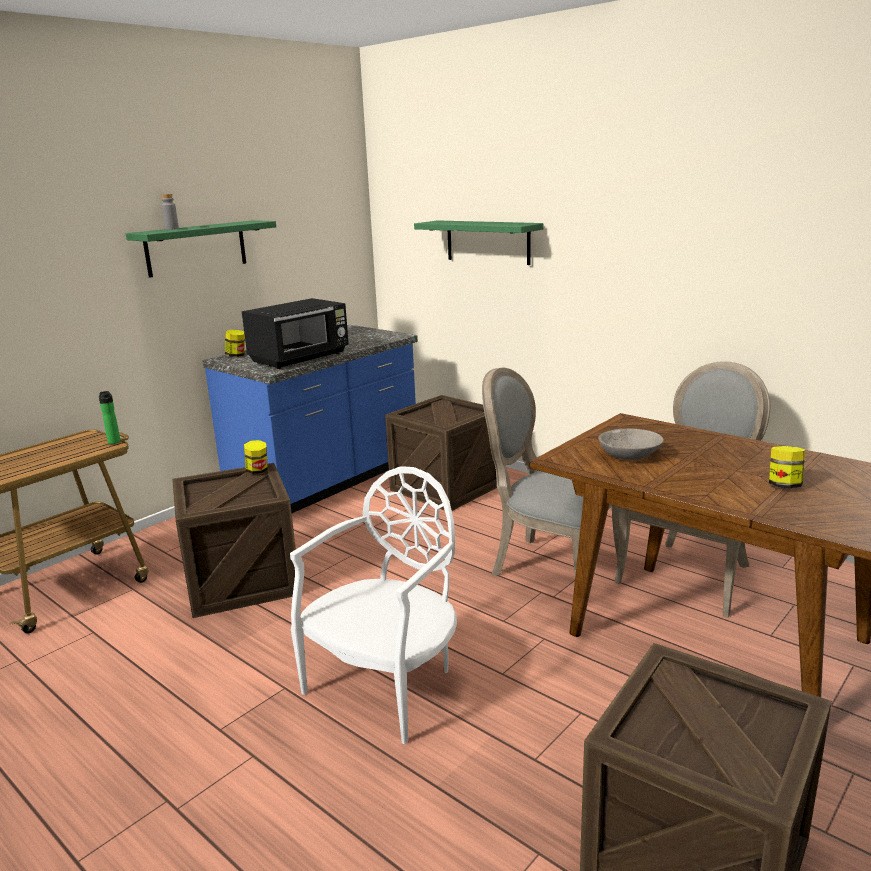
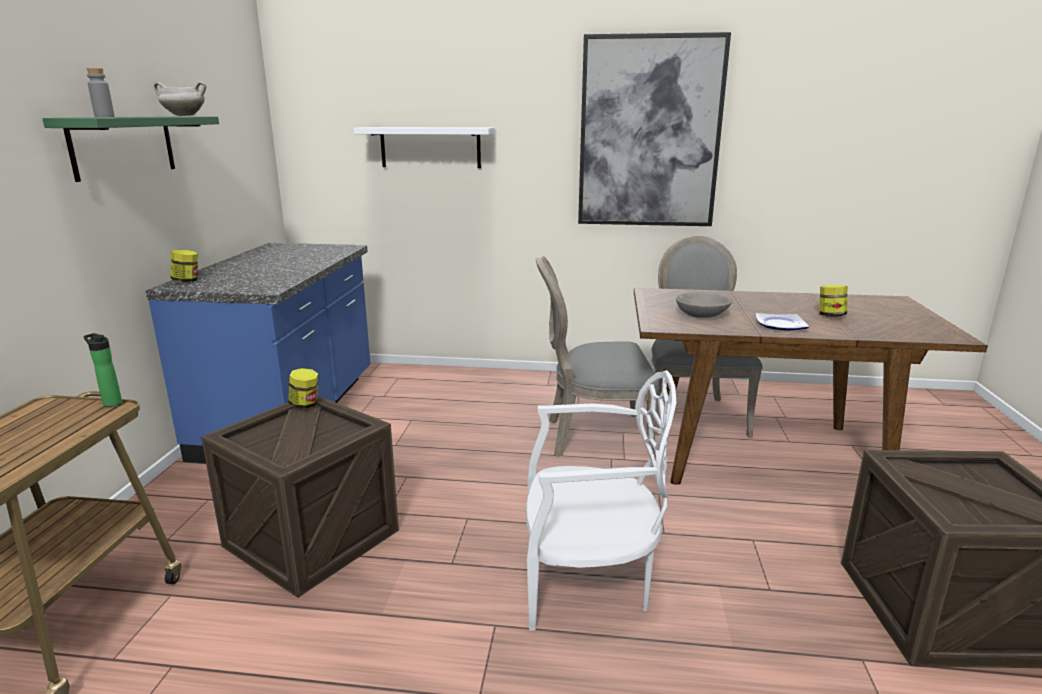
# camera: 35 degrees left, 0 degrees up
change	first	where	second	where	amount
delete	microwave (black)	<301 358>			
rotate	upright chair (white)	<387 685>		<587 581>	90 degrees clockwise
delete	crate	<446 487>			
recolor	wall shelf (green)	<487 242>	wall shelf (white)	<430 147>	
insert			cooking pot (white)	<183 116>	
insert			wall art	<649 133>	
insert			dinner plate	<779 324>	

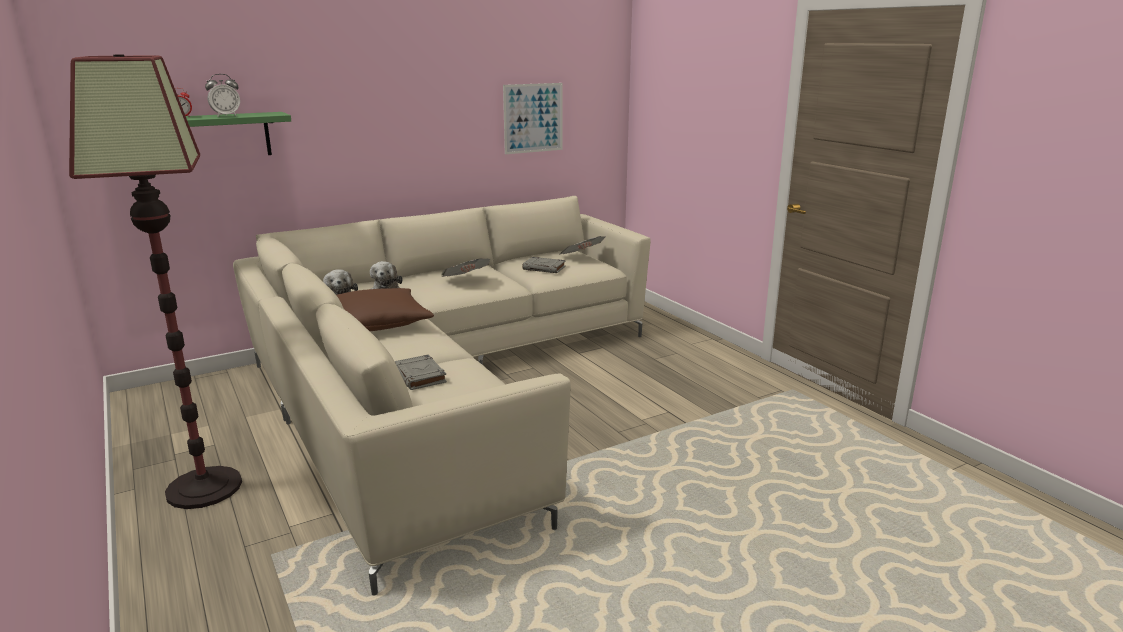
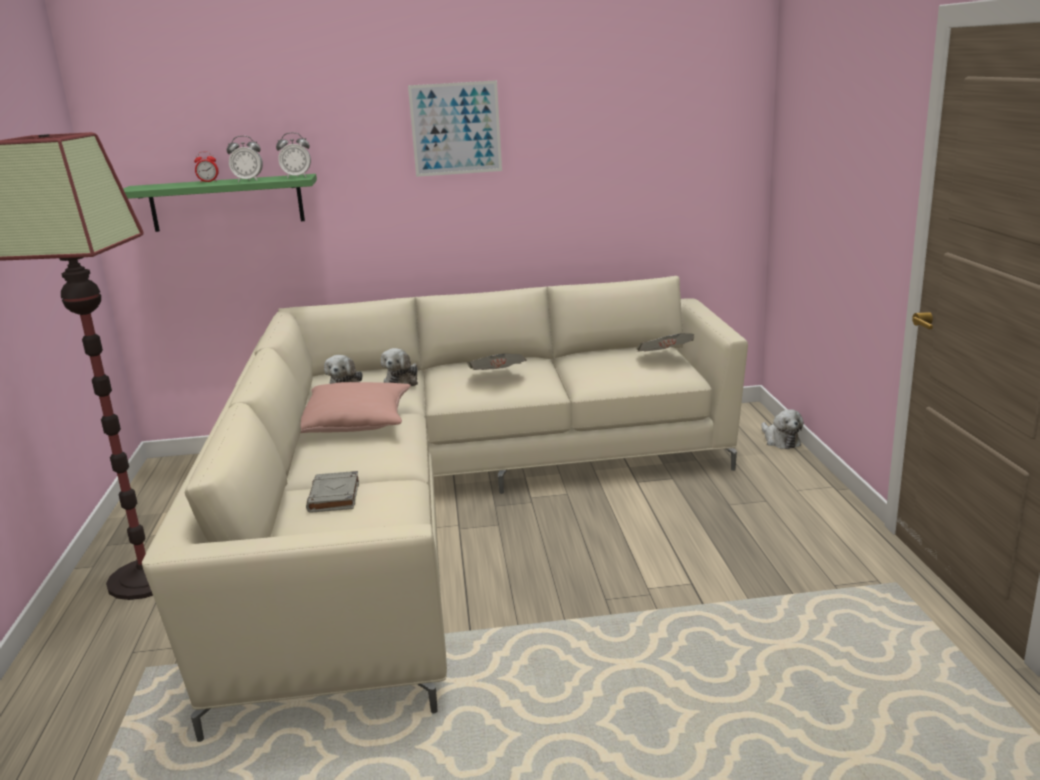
# camera: 25 degrees right, 0 degrees up
change	first	where	second	where	amount
recolor	pillow (brown-coloured)	<378 324>	pillow (pinkish)	<356 423>	
move	wall art	<533 118>		<456 129>	
delete	book (grey)	<544 268>			
insert			alarm clock	<297 177>	
insert			cuddly toy	<780 441>	

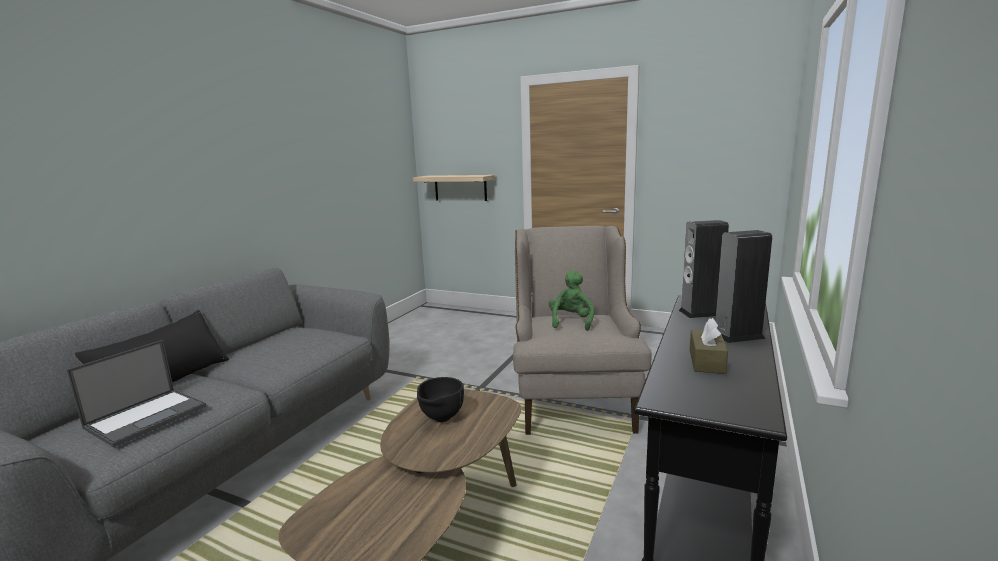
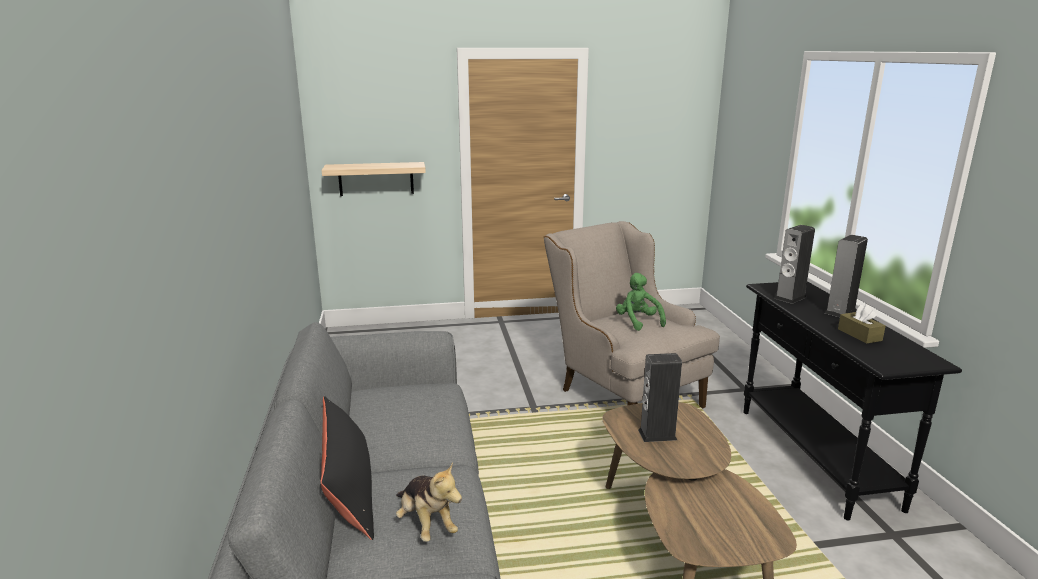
# camera: 35 degrees left, 5 degrees up
change	first	where	second	where	amount
replace	notebook computer	<147 416>	cuddly toy	<426 524>	
replace	serving bowl (black)	<441 419>	audio speaker	<657 434>	

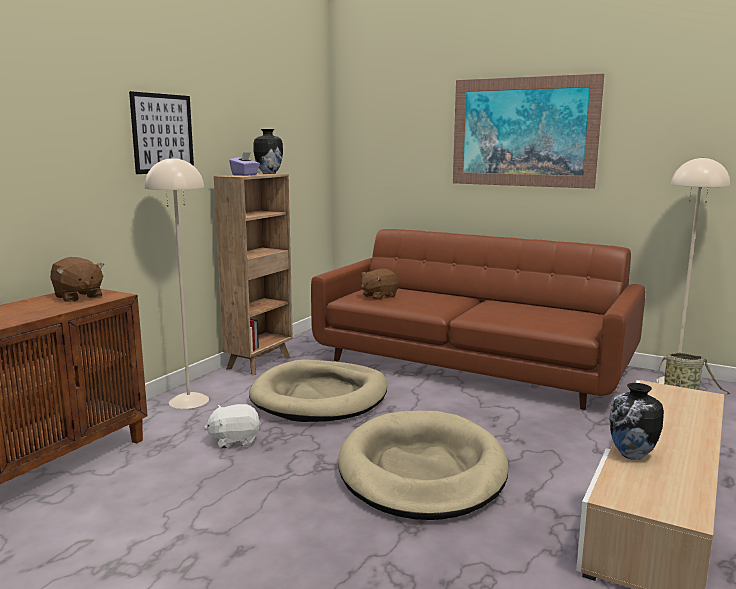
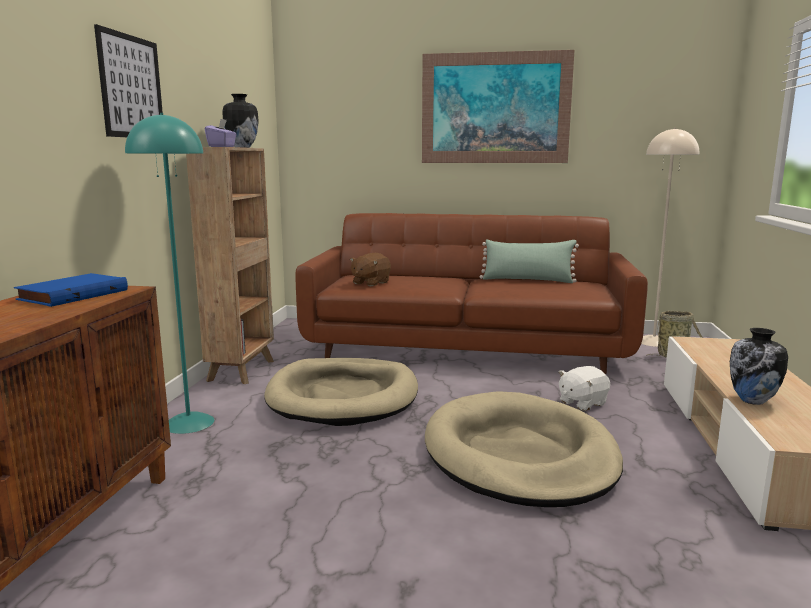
# camera: 20 degrees left, 0 degrees up
change	first	where	second	where	amount
replace	cuddly toy (brown-coloured)	<78 297>	book (blue)	<73 294>	
recolor	standard lamp (beige)	<189 400>	standard lamp (turquoise-coloured)	<189 422>	
move	cuddly toy (white)	<234 440>		<582 403>	
insert			pillow (green)	<527 280>	

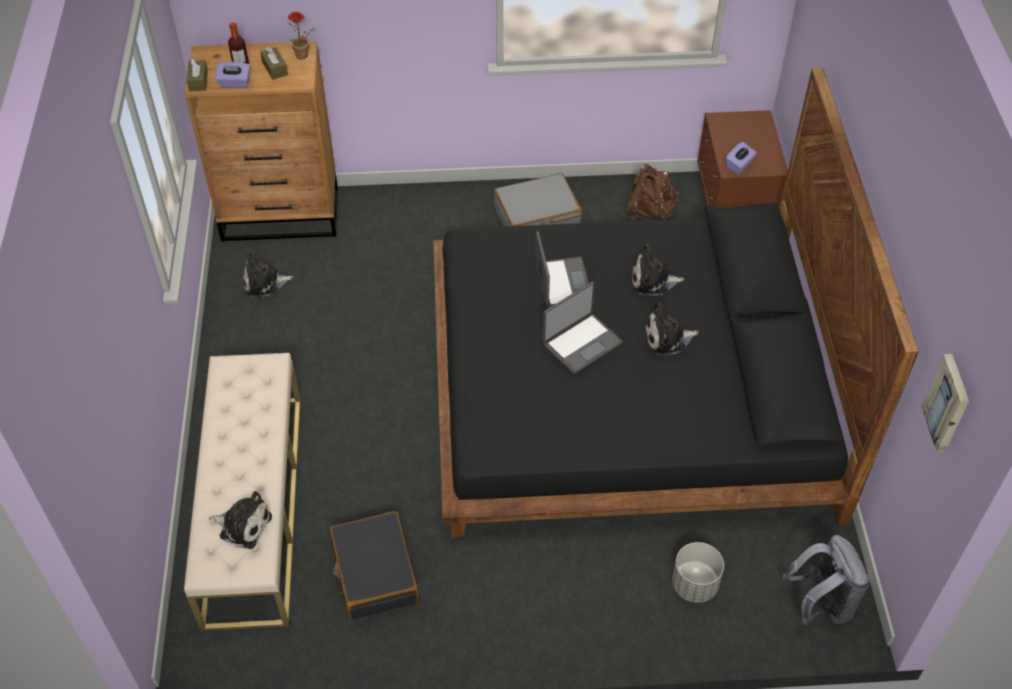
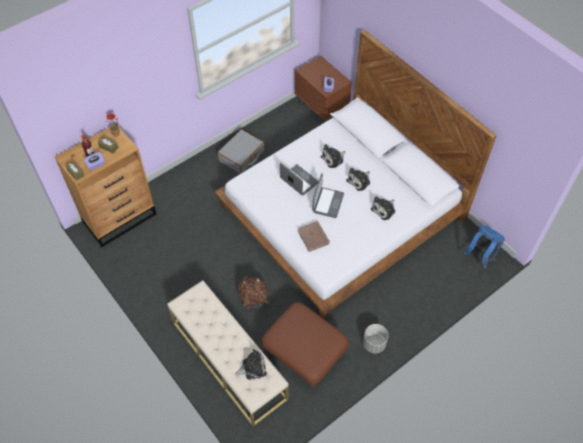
# camera: 35 degrees left, 5 degrees up
change	first	where	second	where	amount
move	cuddly toy	<264 283>		<384 209>	
replace	suitcase (black)	<374 573>	pouffe (brown-coloured)	<305 354>	
recolor	sleeping bed (black)	<626 387>	sleeping bed (white)	<340 212>	
move	backpack (brown-coloured)	<650 214>		<253 298>	
move	planter (grey)	<694 585>		<374 344>	
recolor	backpack (grey)	<820 604>	backpack (blue)	<480 256>	
delete	wall art	<948 403>			
insert			book (brown-coloured)	<313 237>	

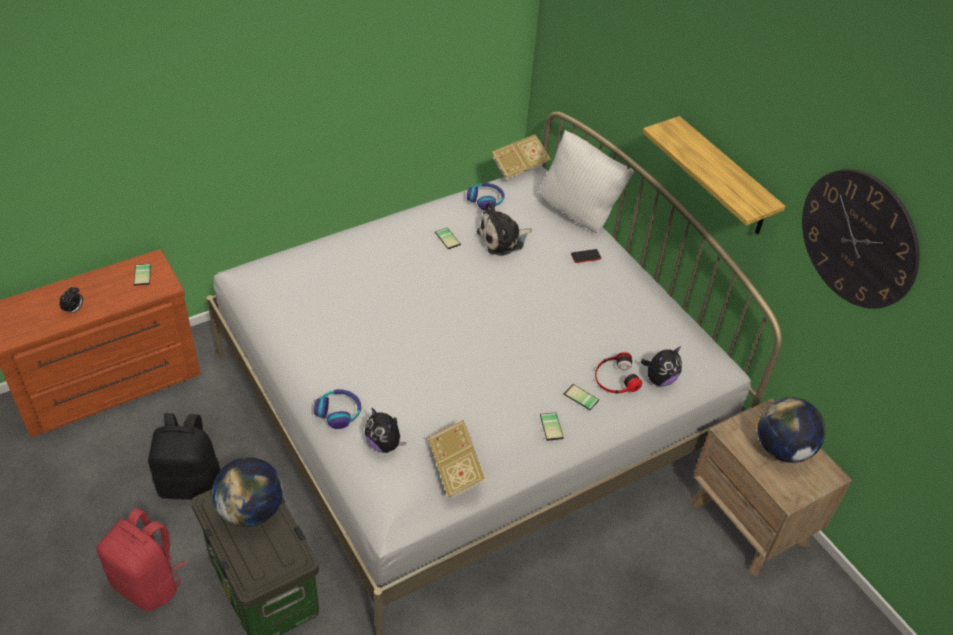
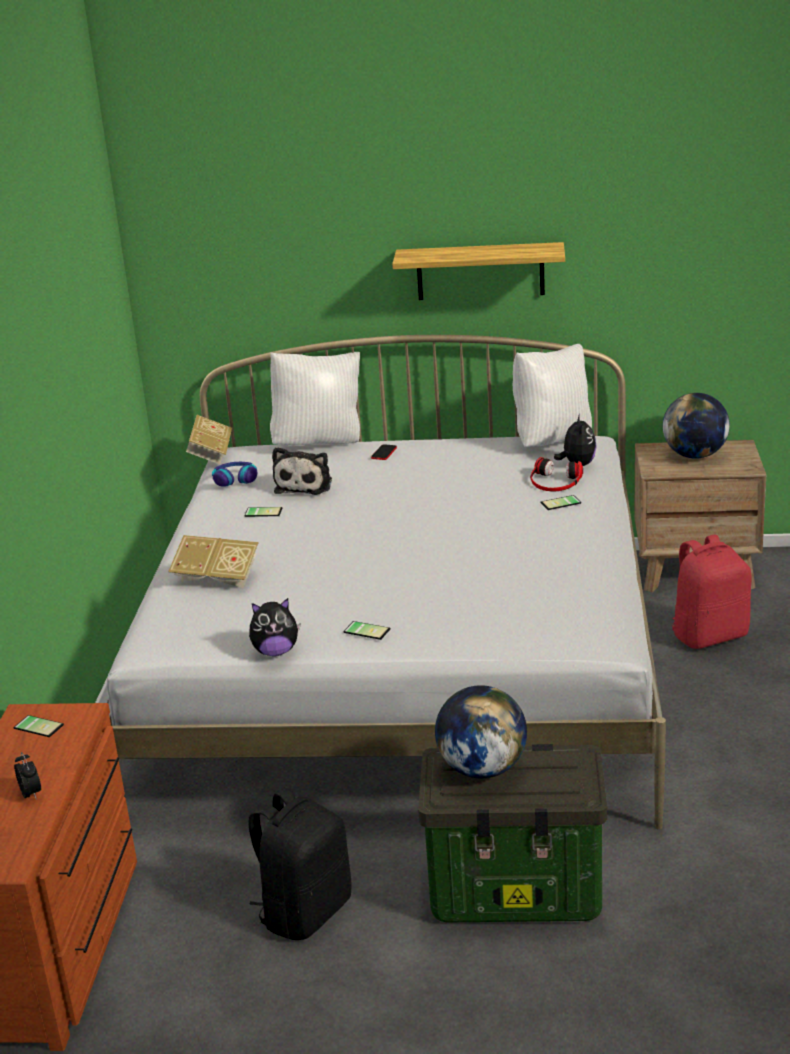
# camera: 50 degrees left, 20 degrees down
change	first	where	second	where	amount
move	backpack (reddish)	<148 583>		<709 635>	
delete	headphones	<339 412>			
move	cuddly toy	<384 444>		<276 651>	
move	book	<457 470>		<217 578>	
move	handset	<553 426>		<368 629>	
delete	wall clock	<859 239>			
insert			pillow (white)	<552 441>	

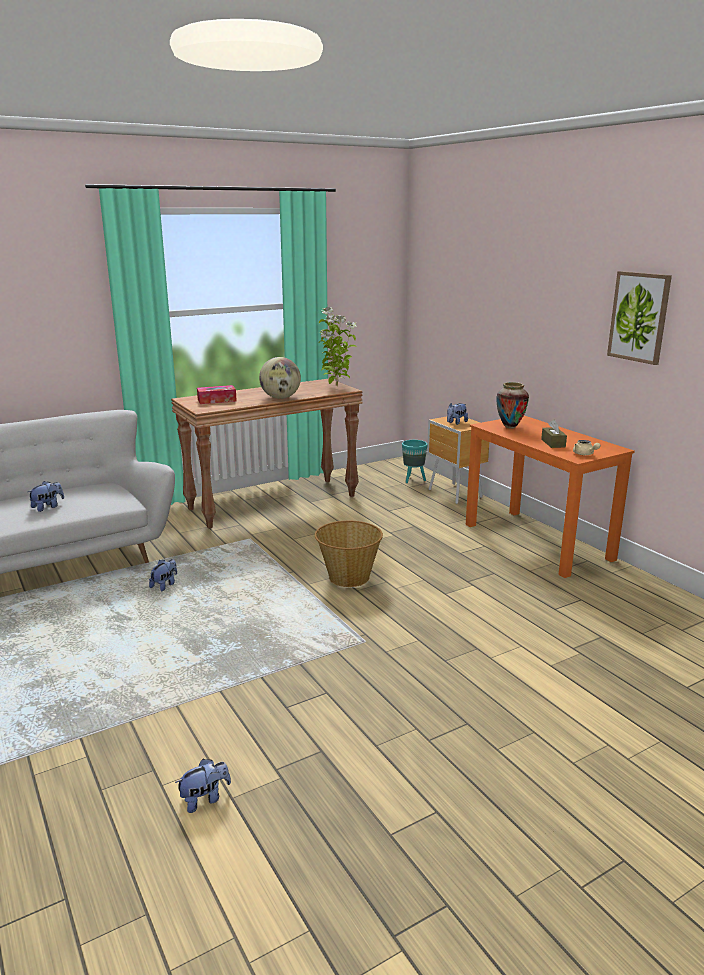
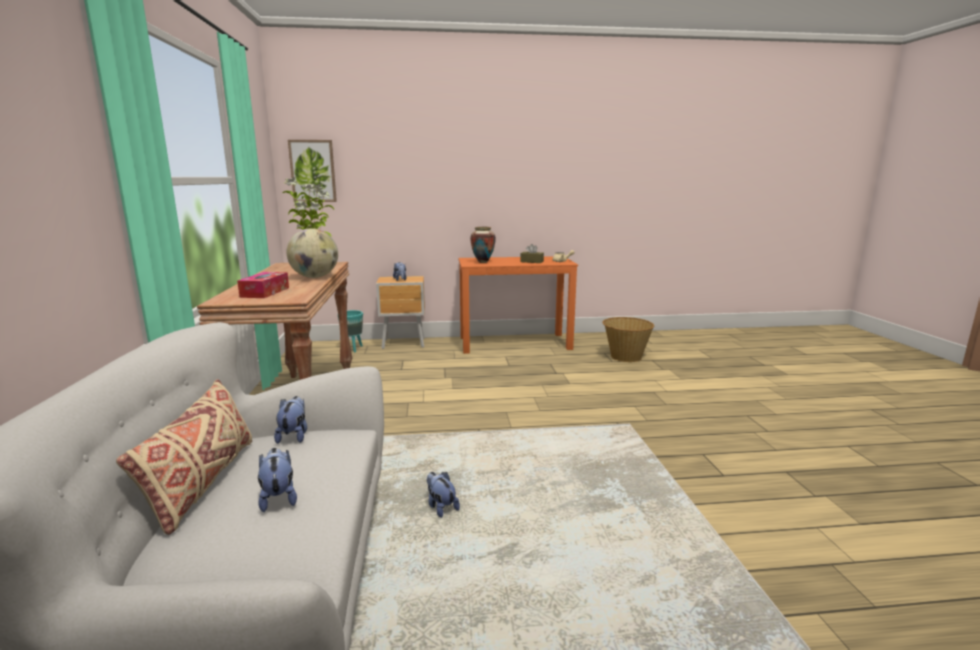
# camera: 65 degrees left, 5 degrees down
change	first	where	second	where	amount
move	cuddly toy	<205 799>		<294 436>	
move	household basket	<348 577>		<625 357>	
move	wall art	<639 317>		<313 171>	
insert			pillow (beige)	<203 483>	

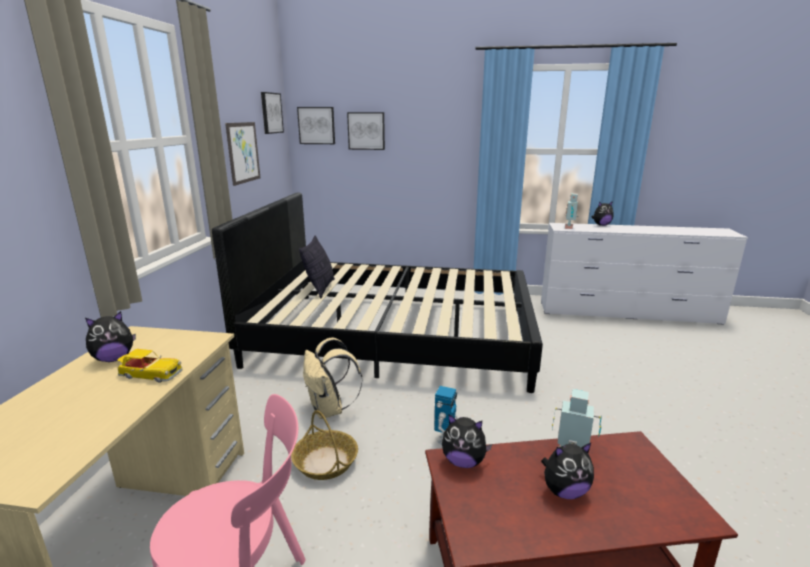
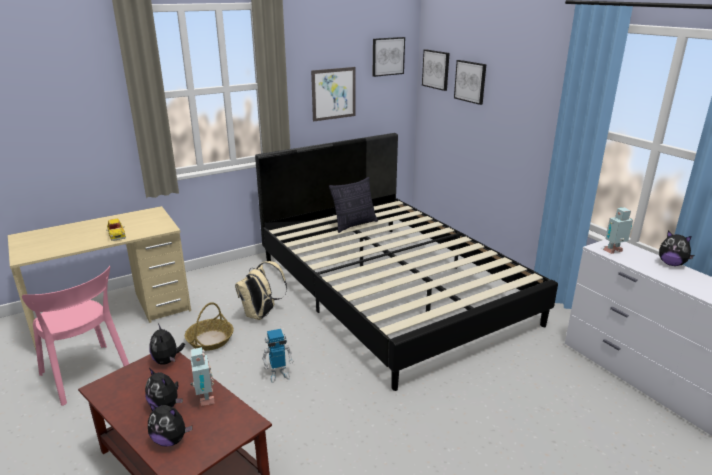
# camera: 50 degrees right, 5 degrees up
change	first	where	second	where	amount
move	cuddly toy	<114 358>		<170 440>	

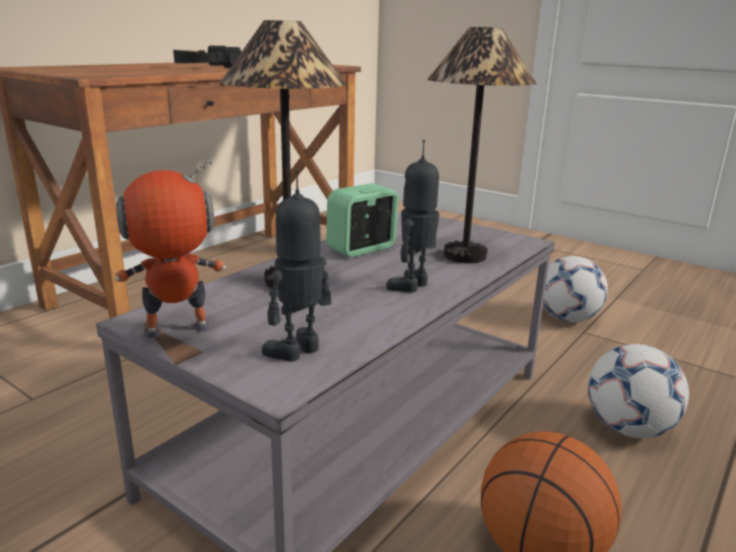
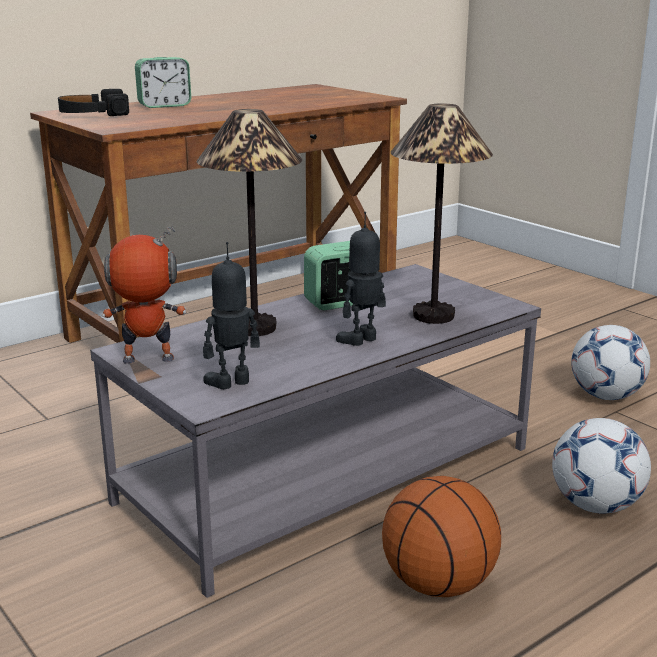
# camera: 15 degrees right, 0 degrees up
change	first	where	second	where	amount
move	headphones (black)	<206 66>		<93 113>	
insert			alarm clock	<164 105>	

